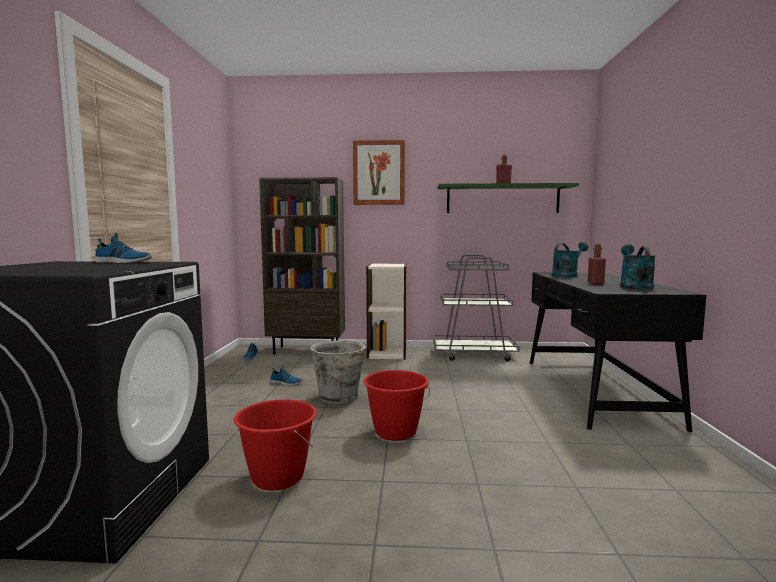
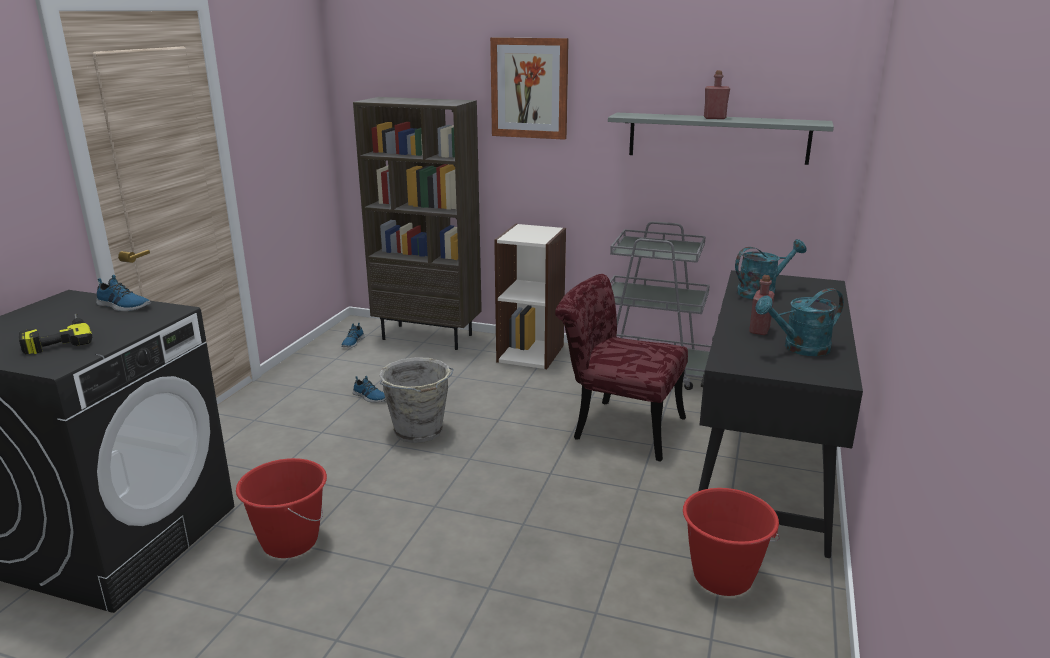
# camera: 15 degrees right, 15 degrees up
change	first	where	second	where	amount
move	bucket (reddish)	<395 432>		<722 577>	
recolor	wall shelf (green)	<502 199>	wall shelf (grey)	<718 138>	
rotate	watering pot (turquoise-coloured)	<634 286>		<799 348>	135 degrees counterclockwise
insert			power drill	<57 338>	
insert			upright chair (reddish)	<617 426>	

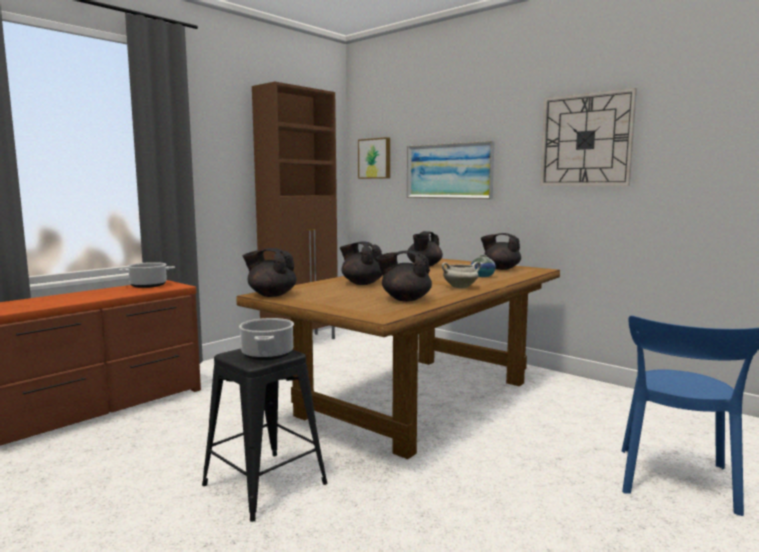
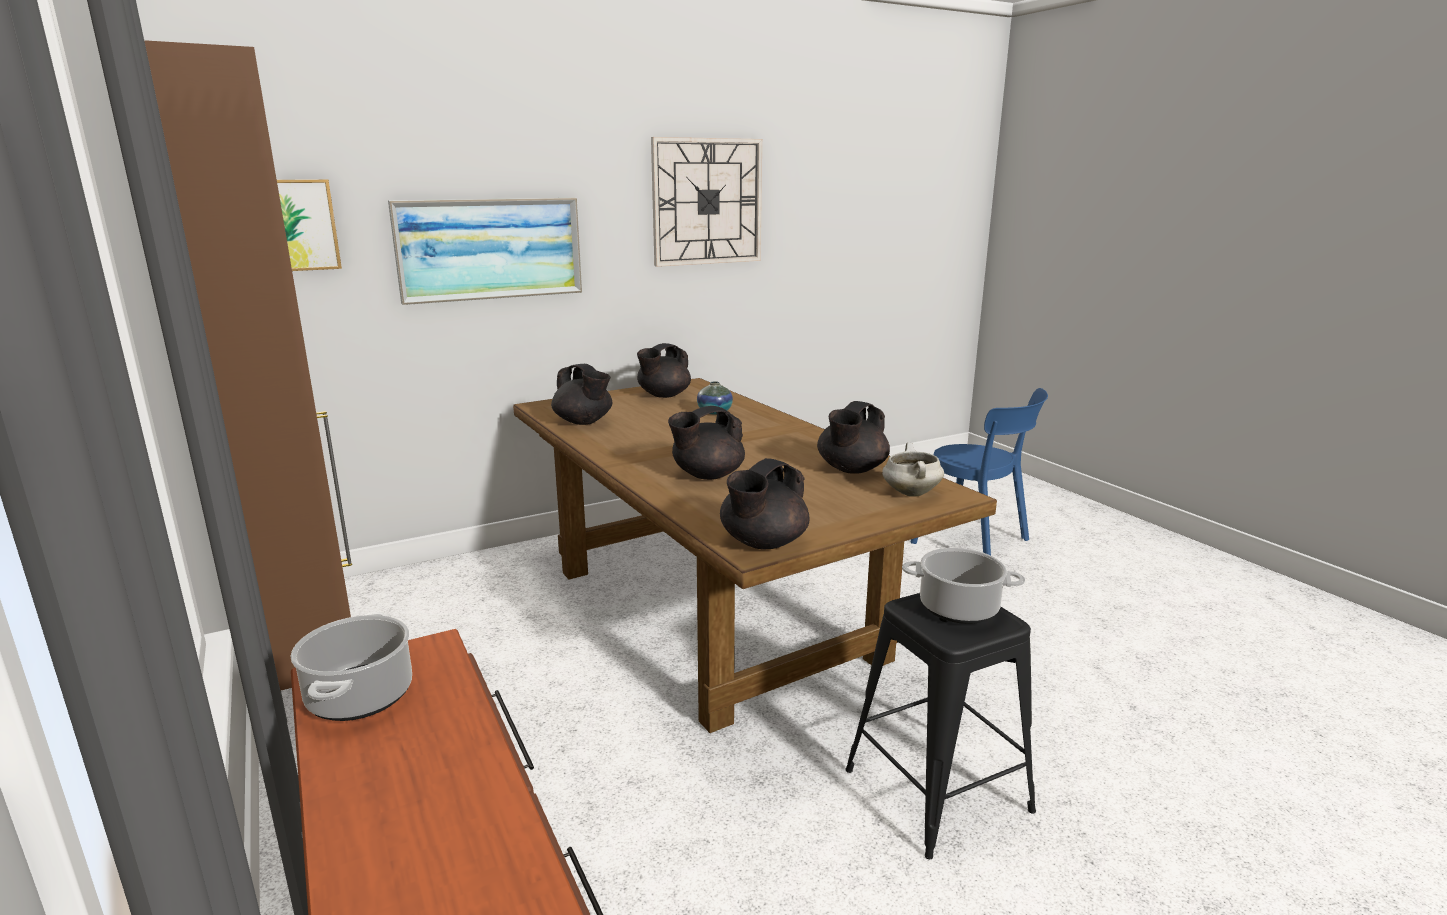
# camera: 70 degrees left, 10 degrees up
change	first	where	second	where	amount
move	cooking pot (white)	<460 287>		<910 493>	

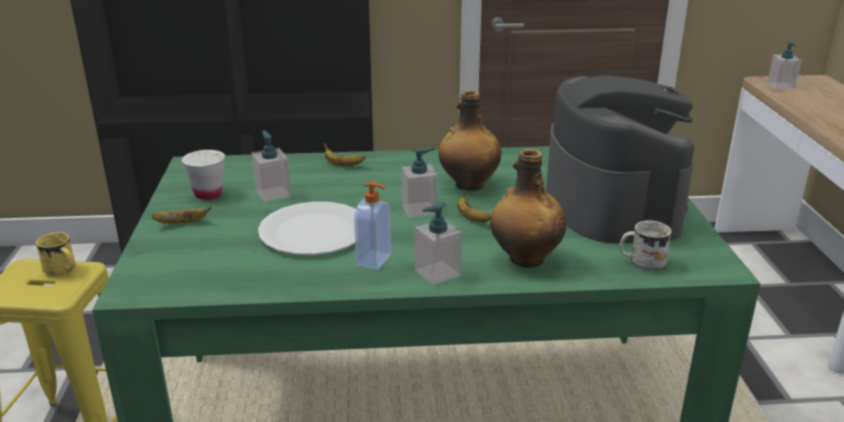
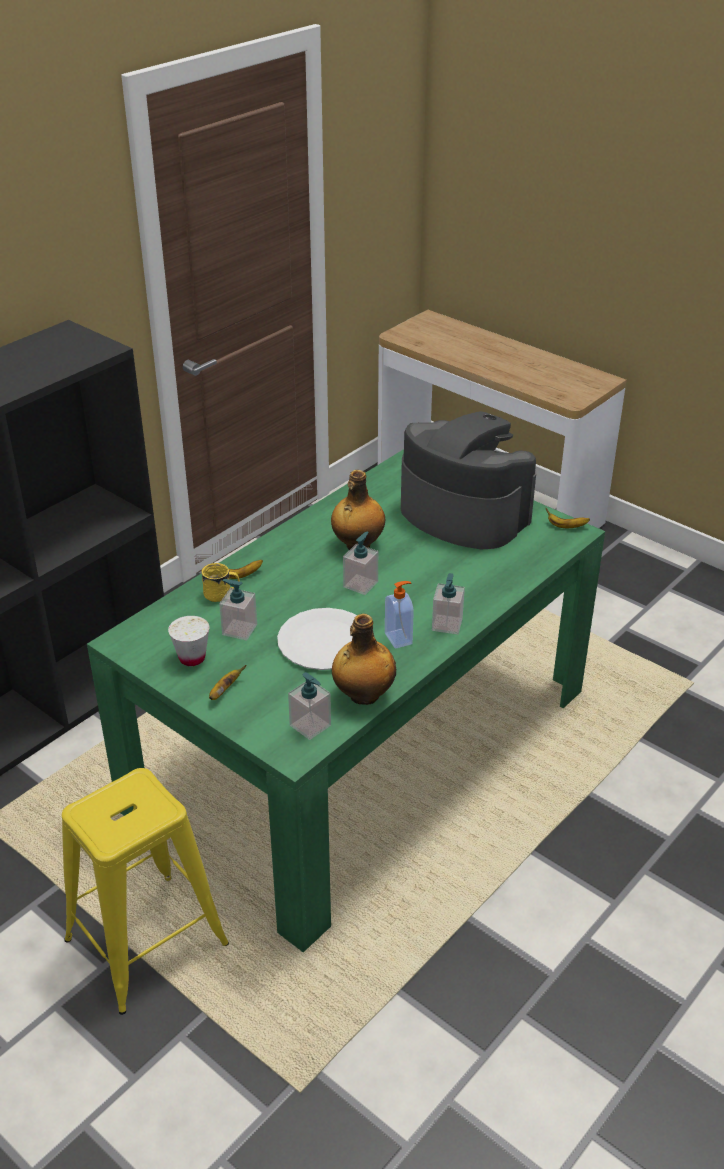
# camera: 45 degrees left, 10 degrees up
change	first	where	second	where	amount
move	tea mug (yellowish)	<62 271>		<222 594>	
move	banana	<471 218>		<566 526>	
move	drink bottle	<525 259>		<363 696>	
delete	tea mug (white)	<641 262>			
move	soap dispenser	<781 86>		<310 725>	

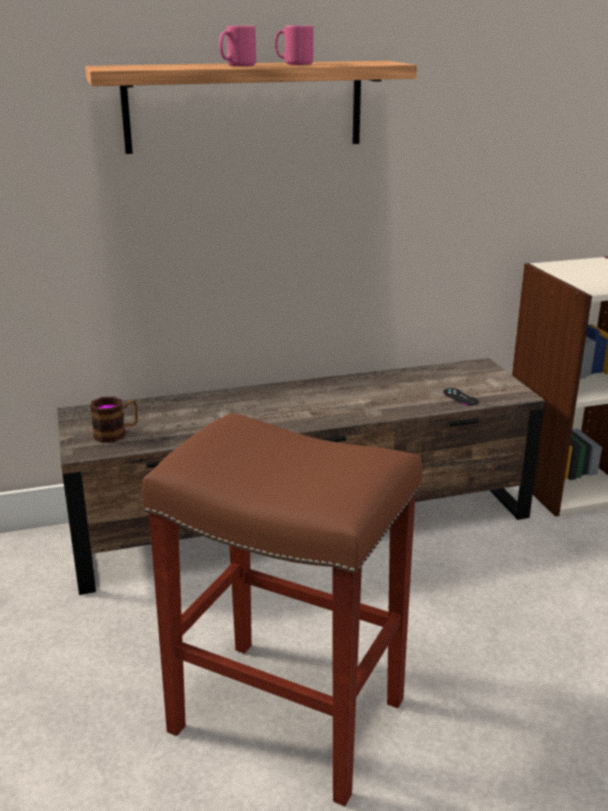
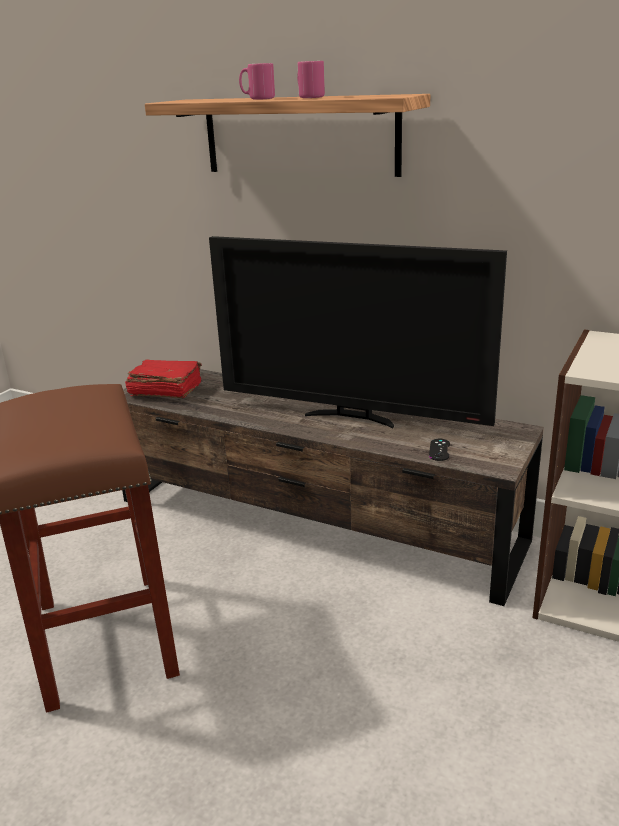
# camera: 45 degrees right, 0 degrees up
change	first	where	second	where	amount
replace	tea mug	<116 434>	book (reddish)	<165 391>	
insert			TV set	<352 417>	

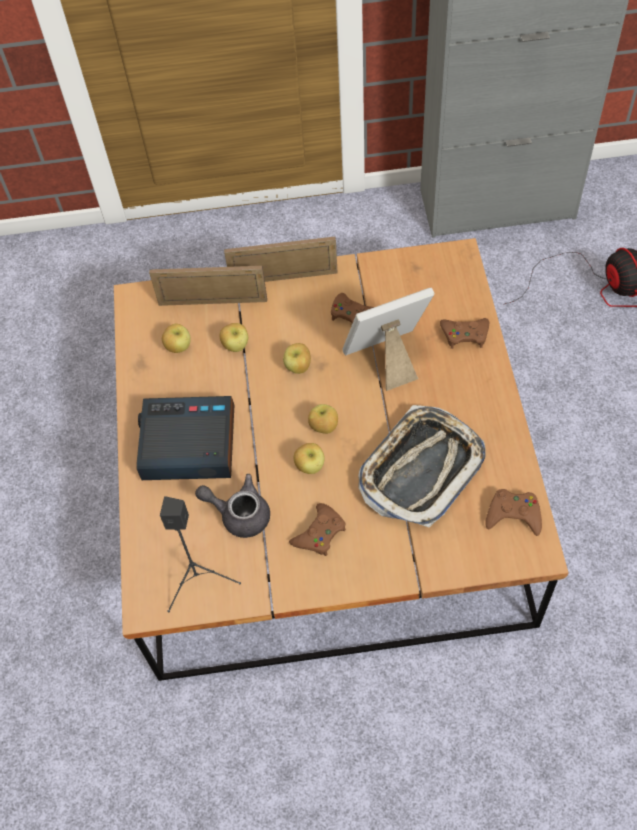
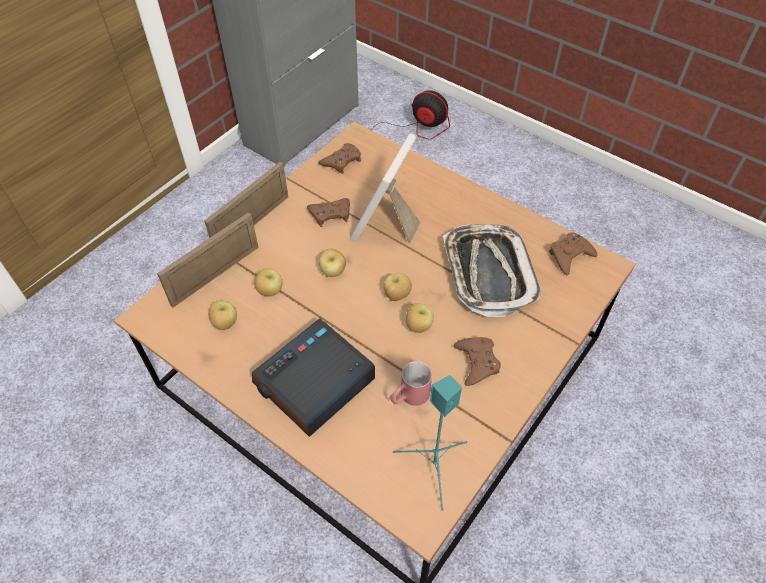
# camera: 50 degrees left, 5 degrees down
change	first	where	second	where	amount
recolor	audio speaker (black)	<197 579>	audio speaker (turquoise-coloured)	<434 468>	
replace	teapot (grey)	<239 514>	tea mug (reddish)	<409 397>	
move	gamepad (brown-coloured)	<465 335>		<341 161>	

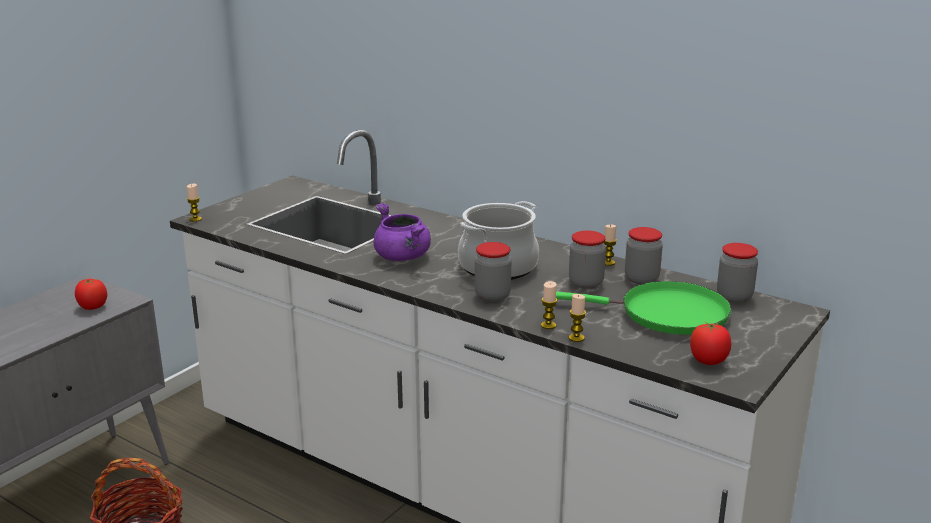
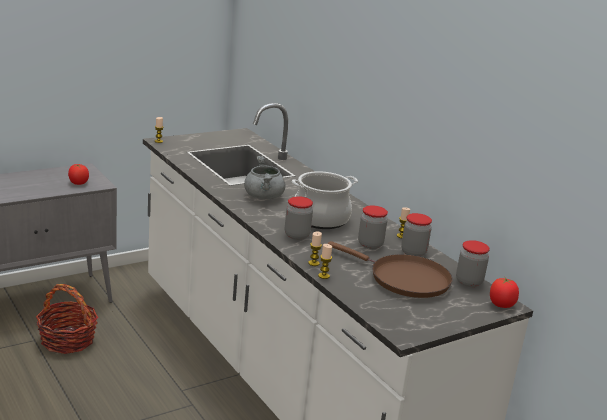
# camera: 20 degrees right, 0 degrees up
change	first	where	second	where	amount
recolor	cooking pot (purplish)	<403 257>	cooking pot (grey)	<264 197>	
recolor	pan (green)	<666 314>	pan (brown-coloured)	<404 279>	
move	tomato	<708 361>		<501 305>	

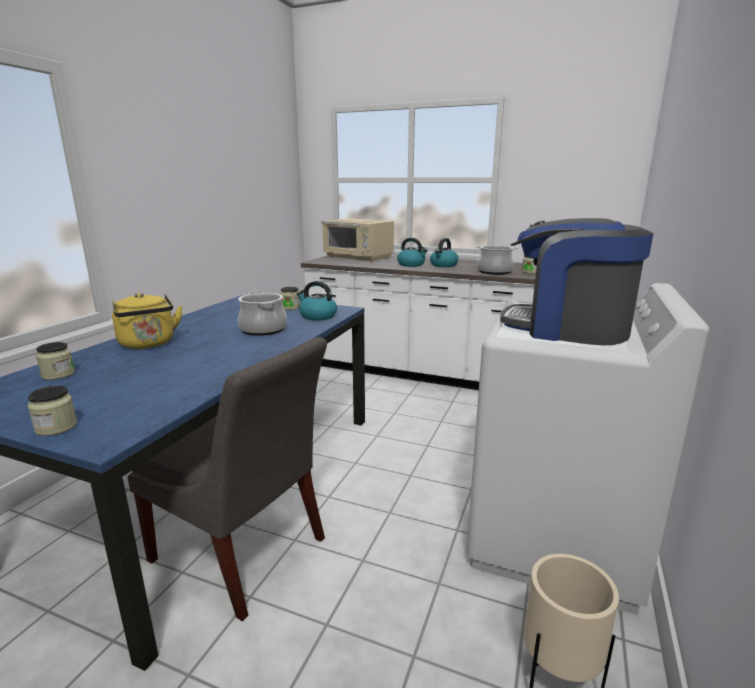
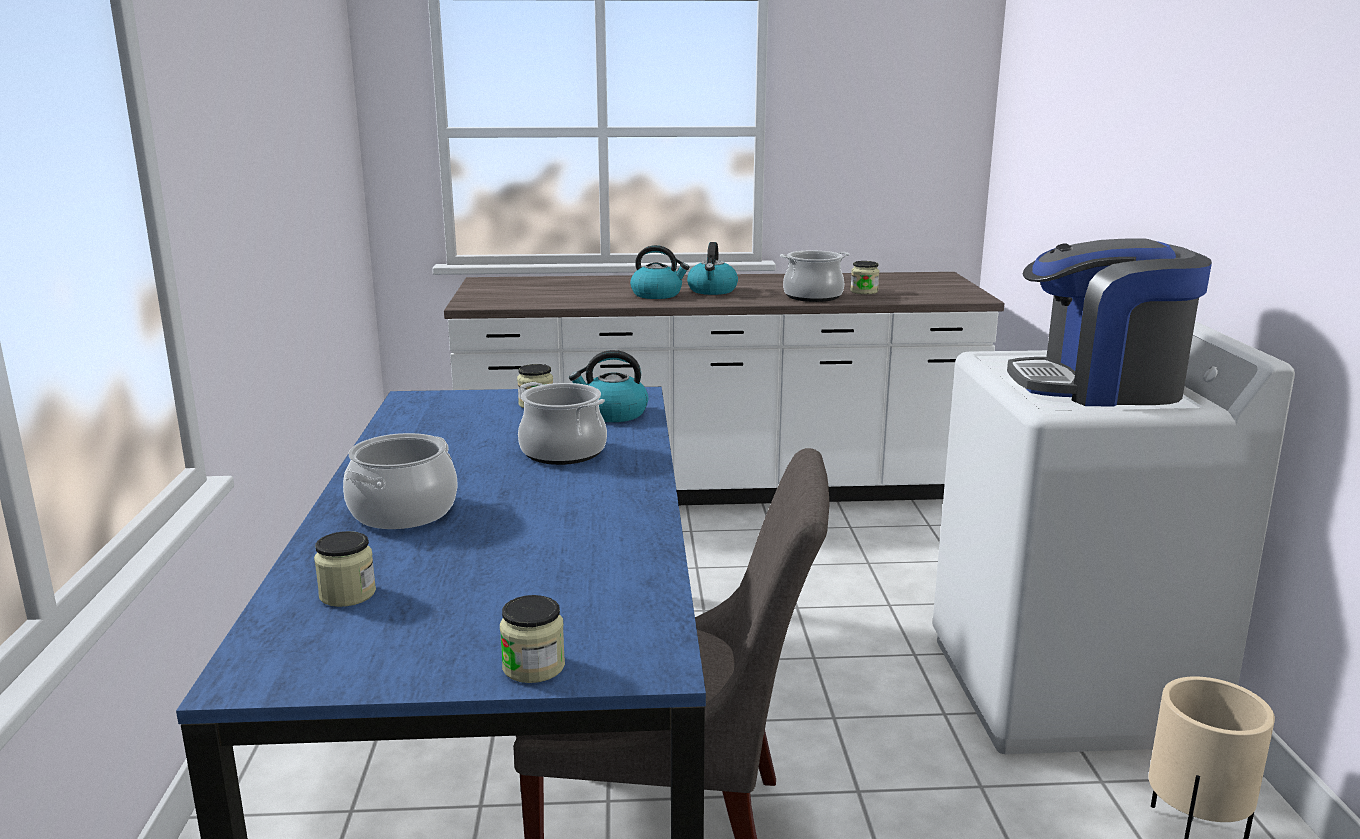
# camera: 25 degrees left, 0 degrees up
change	first	where	second	where	amount
replace	kettle (yellowish)	<148 344>	cooking pot	<403 512>	
delete	microwave (beige)	<358 258>			

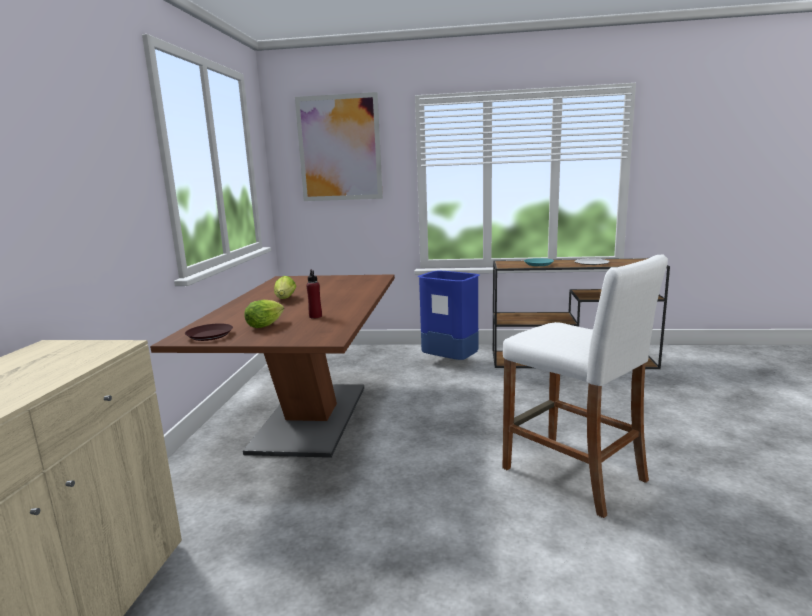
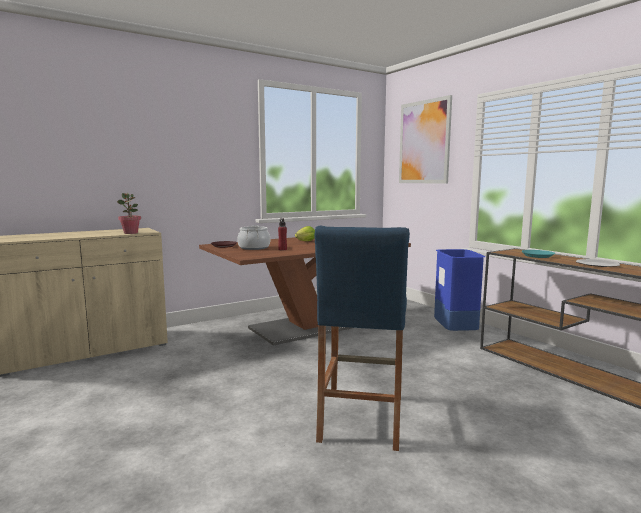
# camera: 50 degrees right, 5 degrees down
change	first	where	second	where	amount
replace	head of lettuce	<267 325>	cooking pot	<254 248>	
recolor	sitting stool (white)	<573 474>	sitting stool (blue)	<361 418>	
insert			houseplant	<131 233>	

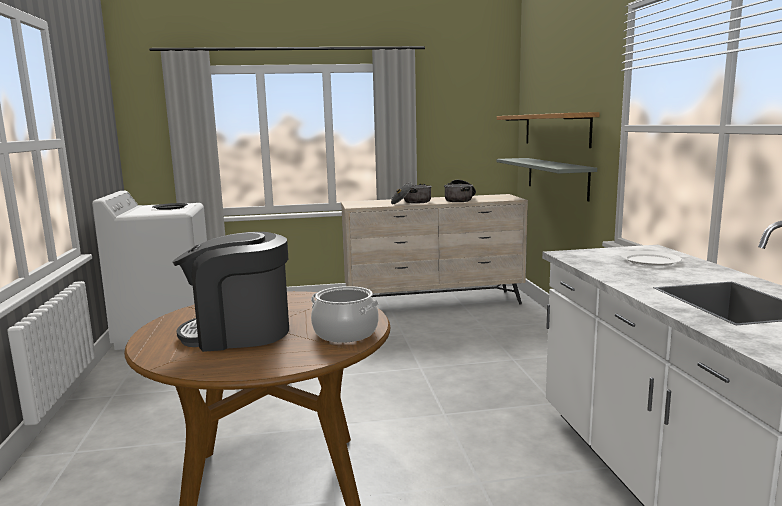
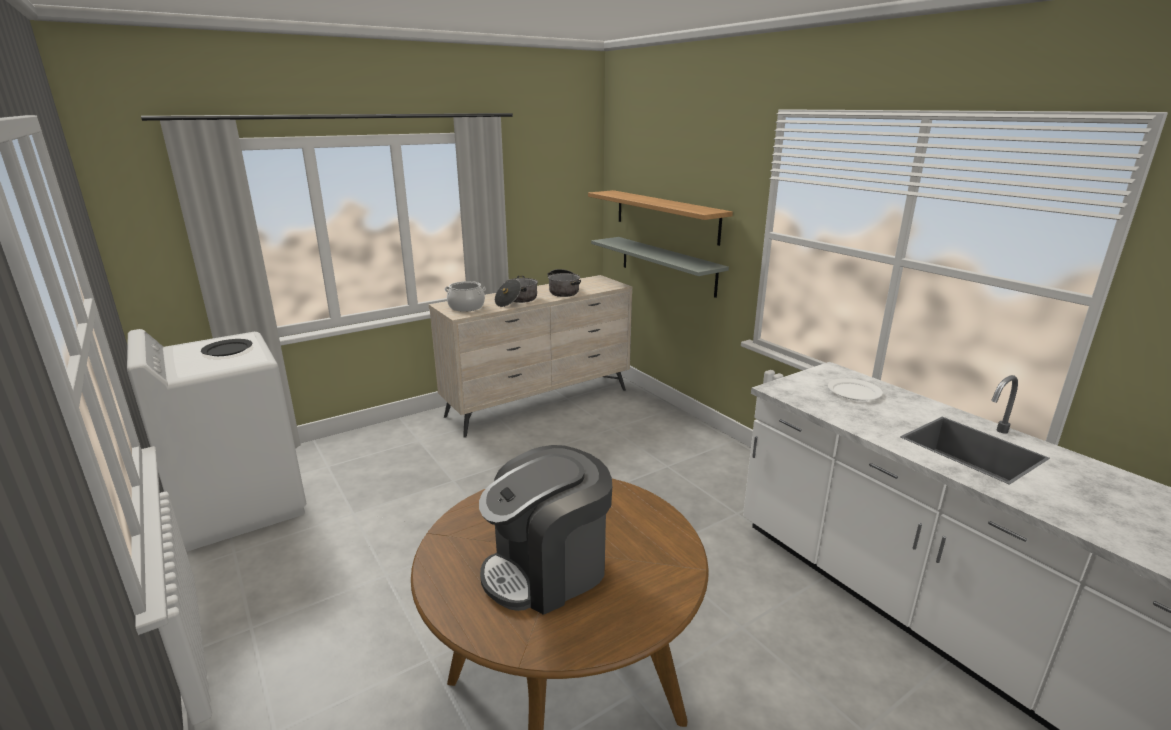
# camera: 25 degrees left, 10 degrees up
change	first	where	second	where	amount
move	cooking pot	<346 333>		<466 307>	

